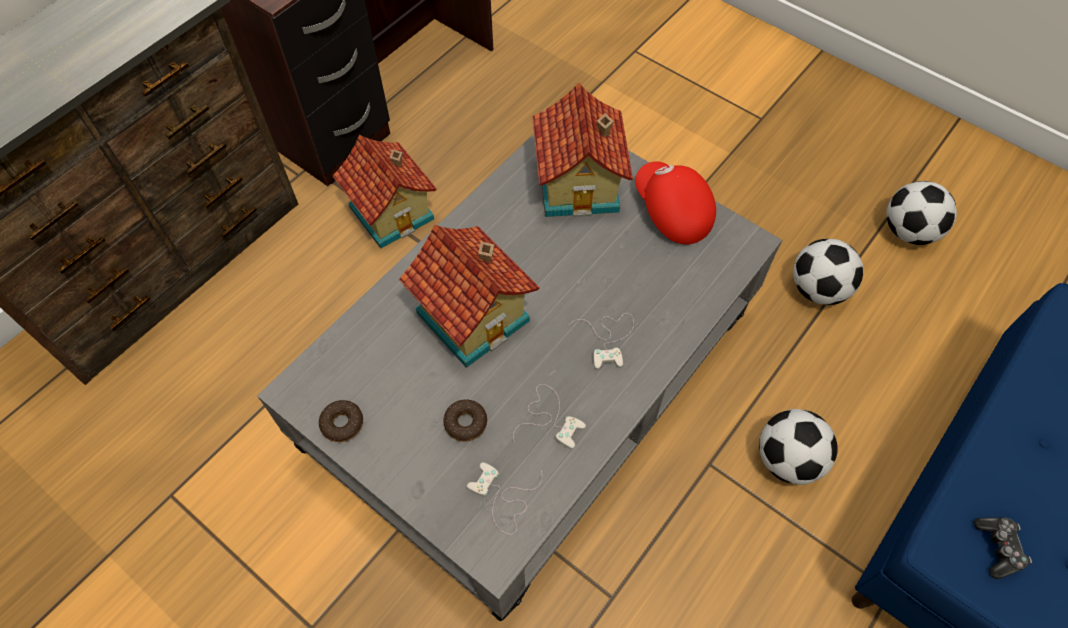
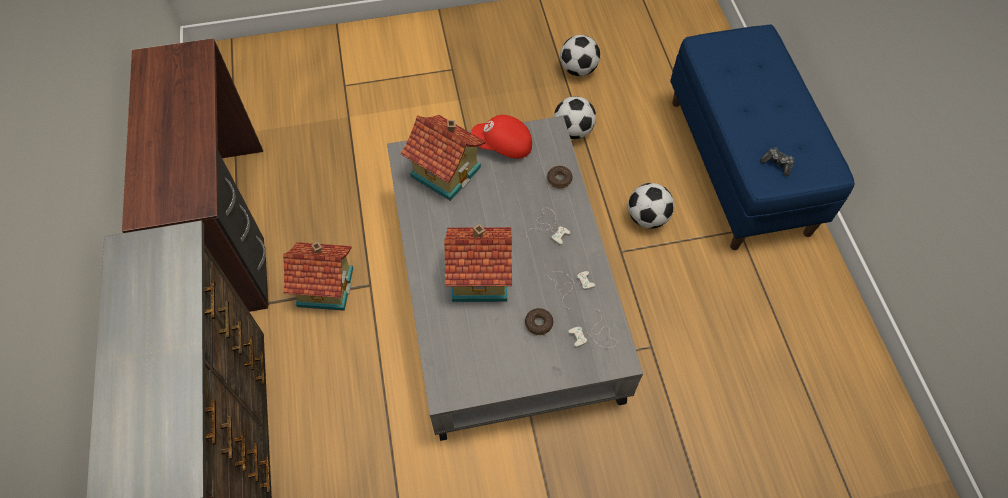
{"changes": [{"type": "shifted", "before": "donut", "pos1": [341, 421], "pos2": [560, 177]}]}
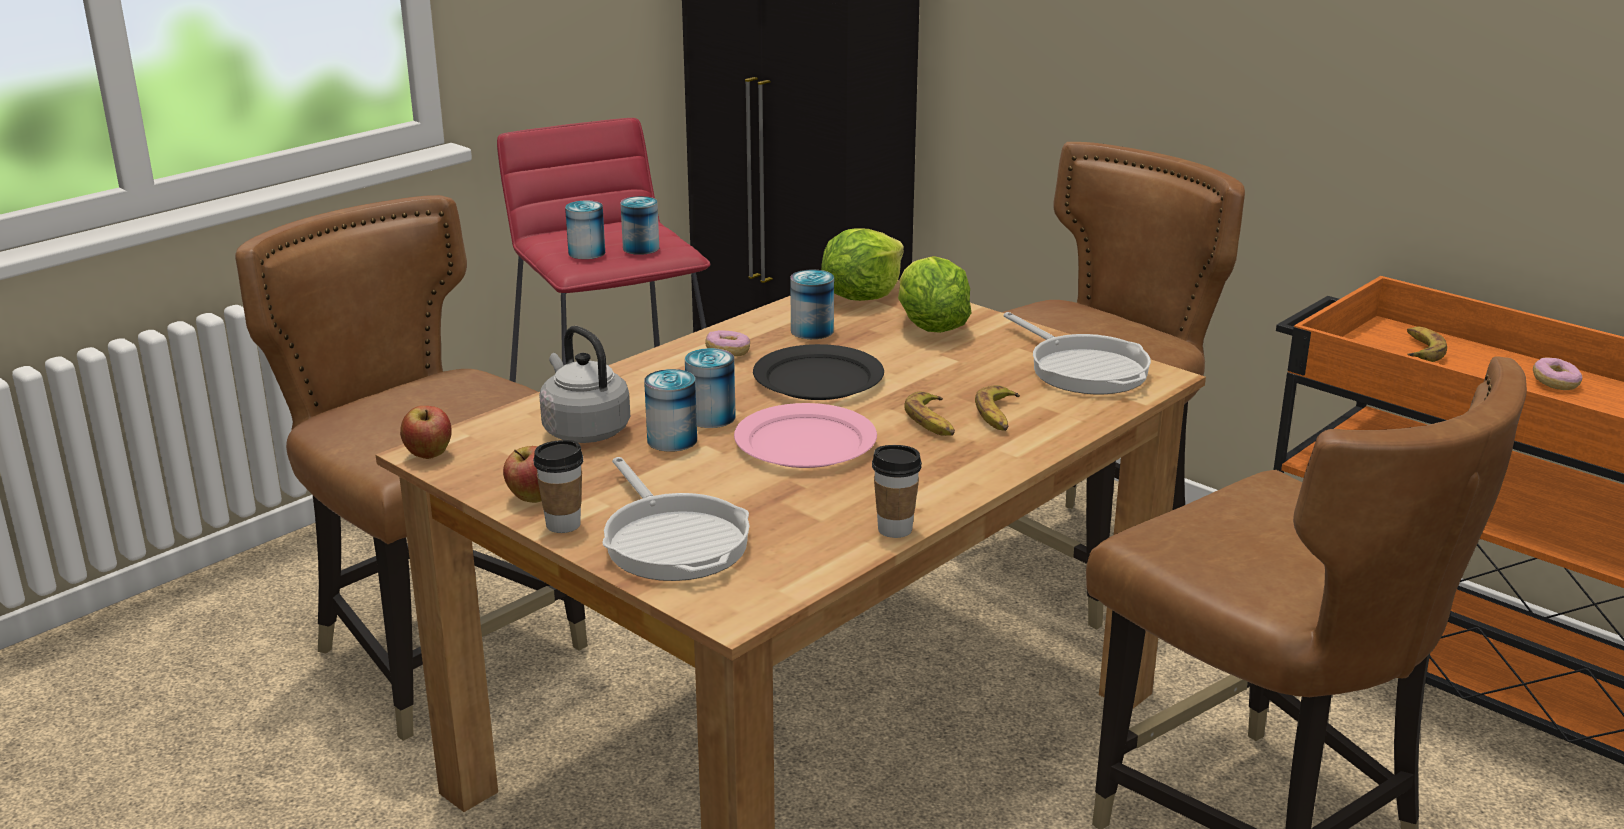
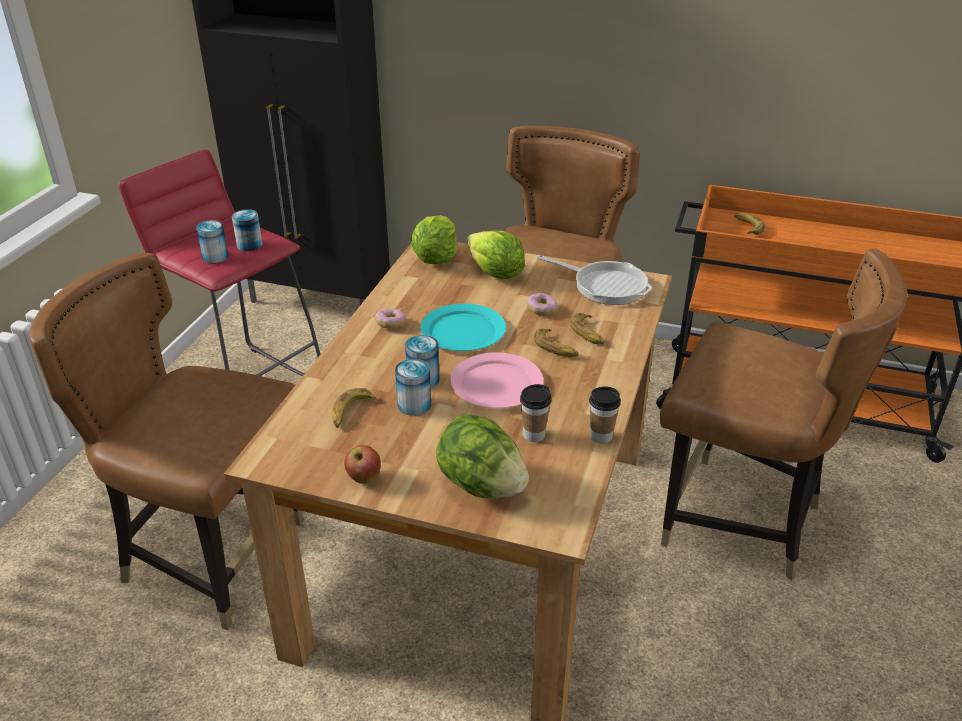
{"changes": [{"type": "gone", "before": "can", "pos1": [812, 304]}, {"type": "swapped", "before": "grey kettle", "after": "banana", "pos1": [584, 384], "pos2": [354, 408]}, {"type": "repainted", "before": "black plate", "after": "turquoise plate", "pos1": [818, 372], "pos2": [463, 327]}, {"type": "shifted", "before": "donut", "pos1": [1557, 373], "pos2": [542, 304]}, {"type": "gone", "before": "apple", "pos1": [426, 432]}, {"type": "shifted", "before": "cup", "pos1": [558, 486], "pos2": [535, 413]}, {"type": "swapped", "before": "frying pan", "after": "lettuce", "pos1": [676, 519], "pos2": [482, 456]}]}
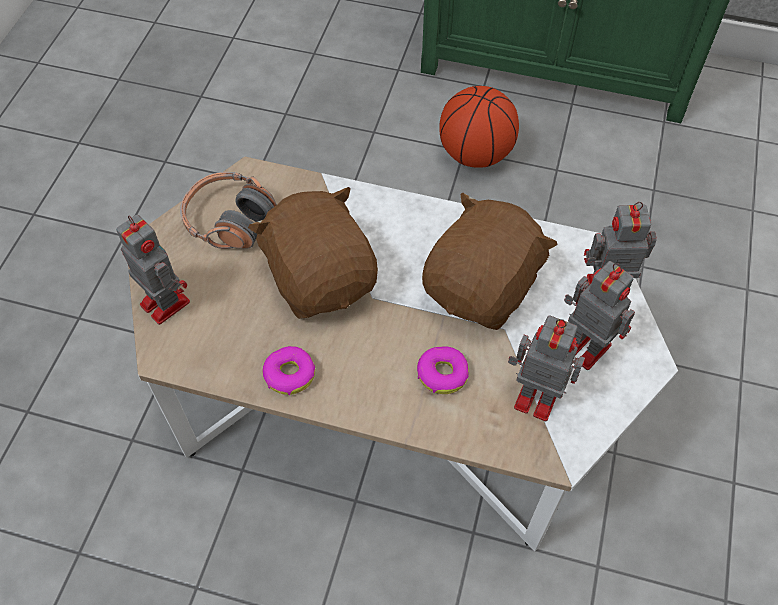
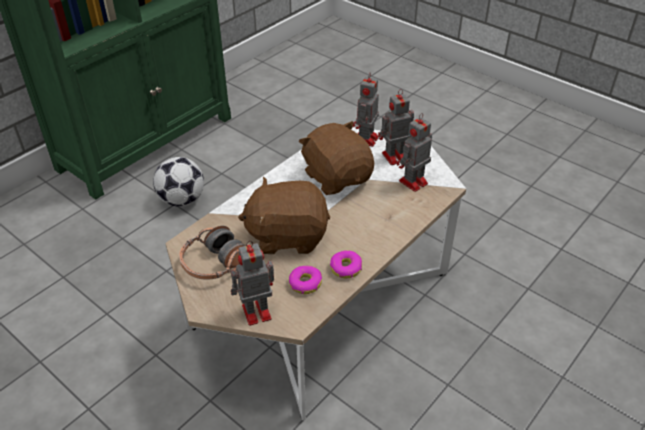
{"changes": [{"type": "swapped", "before": "basketball", "after": "football", "pos1": [479, 127], "pos2": [178, 182]}, {"type": "shifted", "before": "donut", "pos1": [443, 370], "pos2": [305, 280]}]}
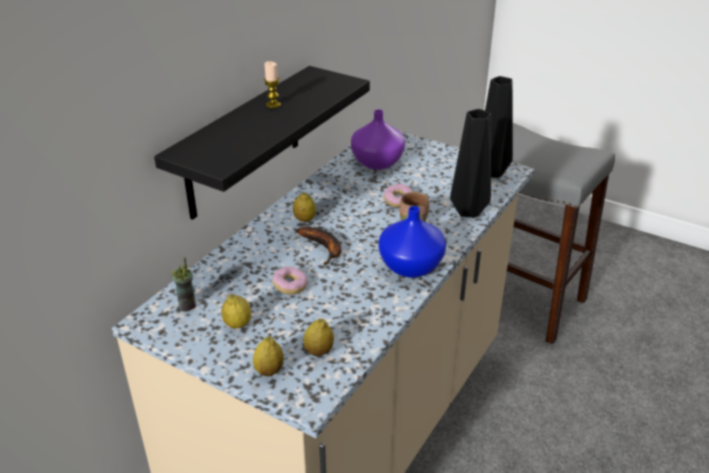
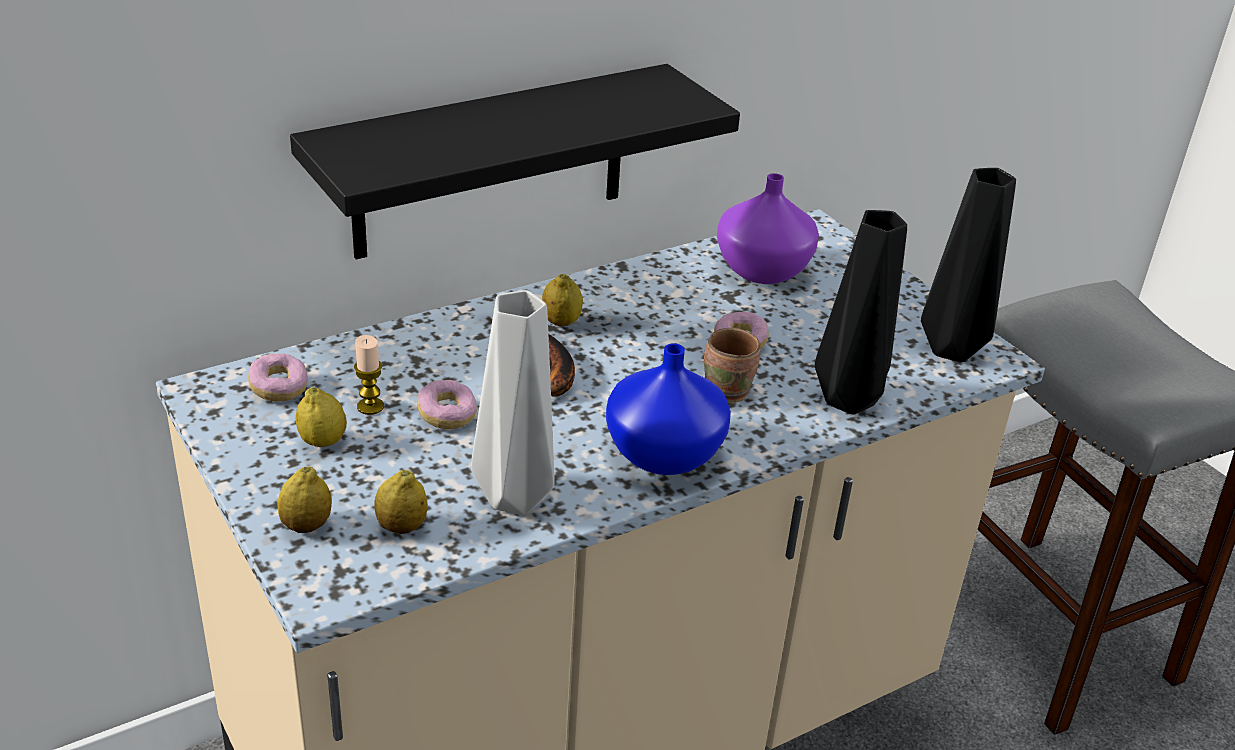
{"changes": [{"type": "shifted", "before": "candle", "pos1": [272, 84], "pos2": [369, 375]}, {"type": "swapped", "before": "cup", "after": "donut", "pos1": [183, 284], "pos2": [278, 378]}, {"type": "new", "after": "grey vase", "pos2": [513, 402]}]}
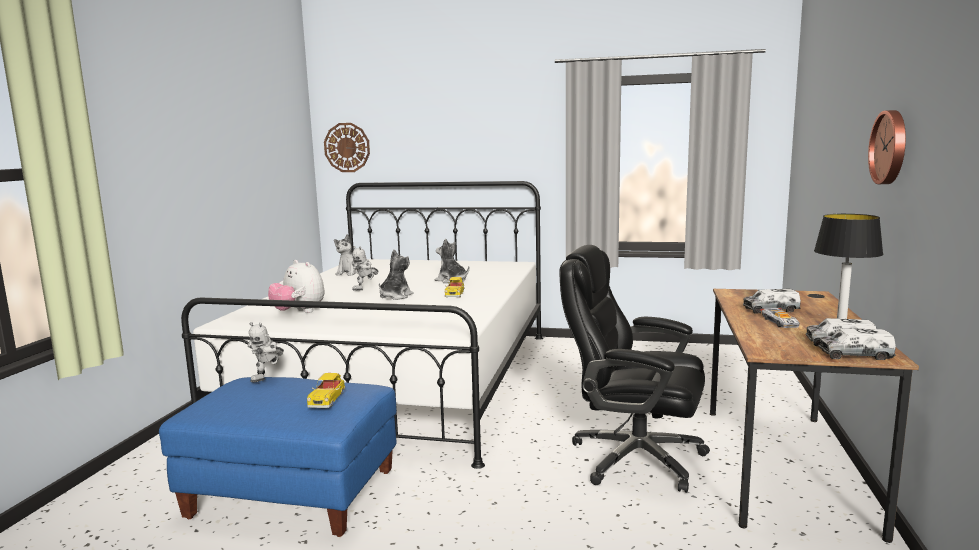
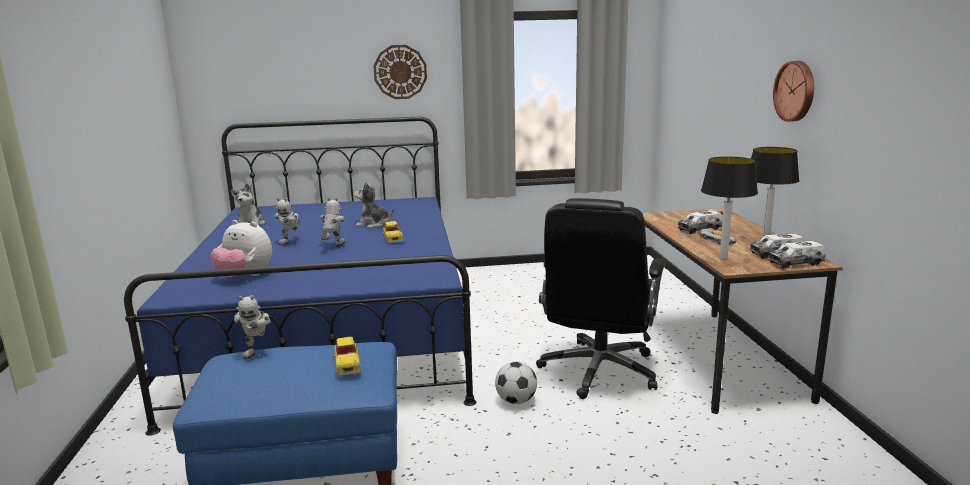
{"changes": [{"type": "shifted", "before": "wall clock", "pos1": [347, 147], "pos2": [400, 72]}, {"type": "repainted", "before": "white bed", "after": "blue bed", "pos1": [362, 325], "pos2": [300, 276]}, {"type": "rotated", "before": "black office chair", "pos1": [634, 369], "pos2": [601, 298], "turn": -75}, {"type": "swapped", "before": "plush toy", "after": "toy robot", "pos1": [396, 274], "pos2": [332, 222]}, {"type": "new", "after": "table lamp", "pos2": [729, 208]}, {"type": "new", "after": "football", "pos2": [516, 382]}]}
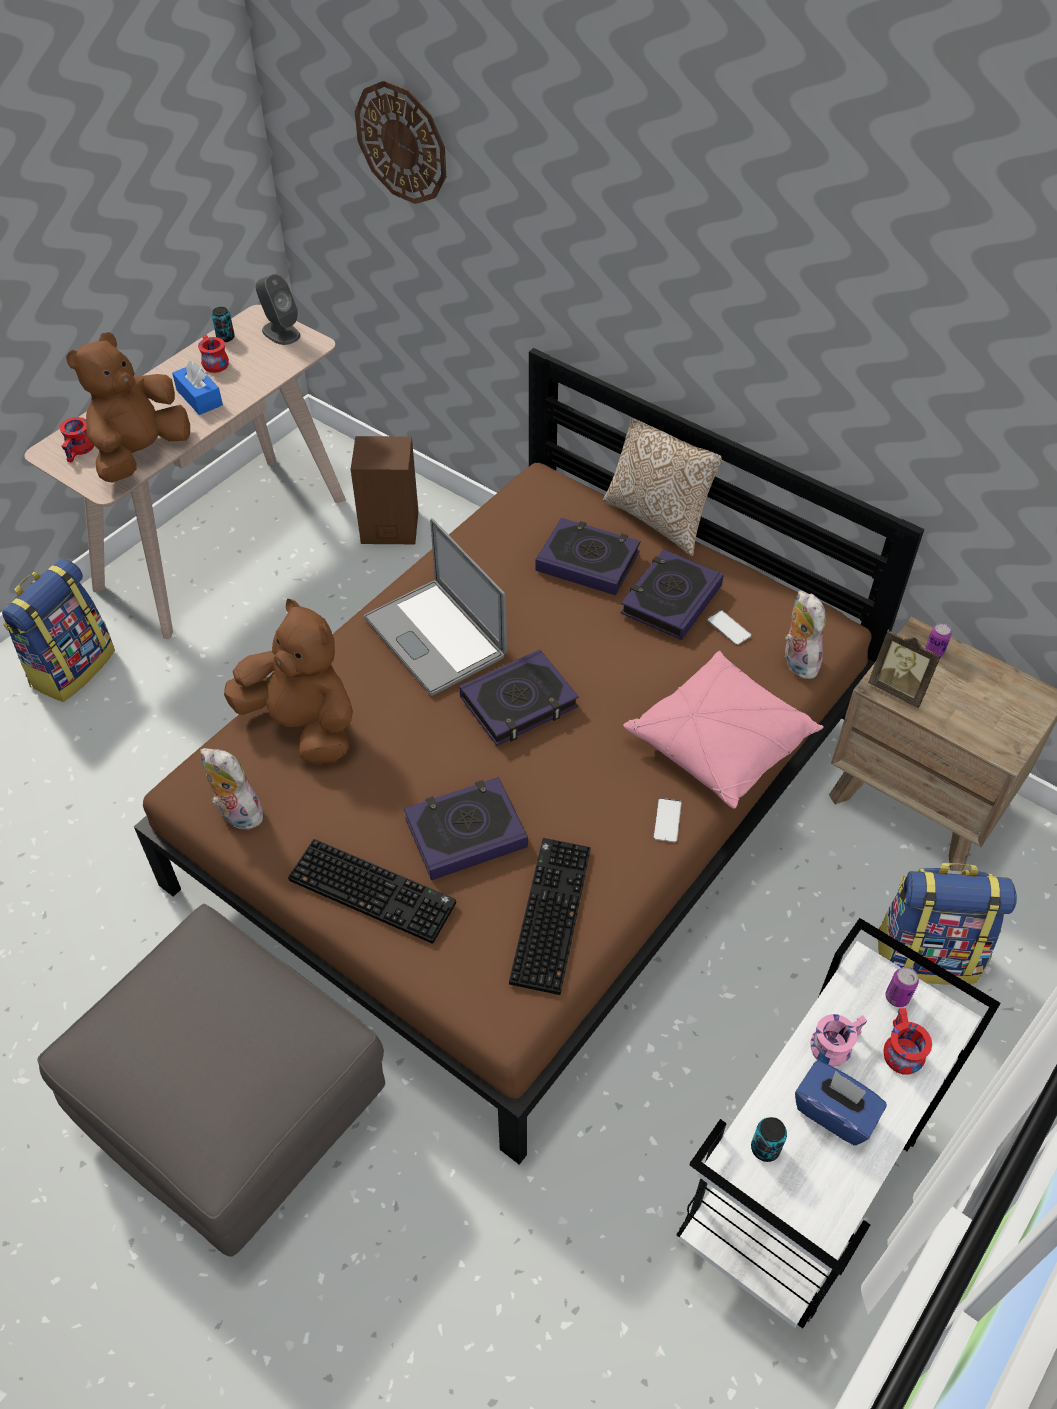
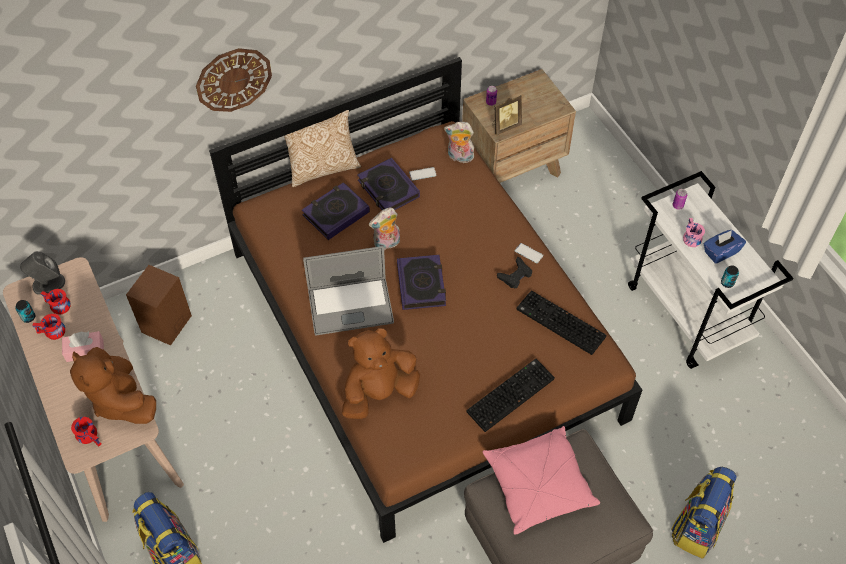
{"changes": [{"type": "shifted", "before": "wall clock", "pos1": [400, 142], "pos2": [234, 80]}, {"type": "repainted", "before": "blue tissue box", "after": "pink tissue box", "pos1": [197, 387], "pos2": [83, 346]}, {"type": "shifted", "before": "pink pillow", "pos1": [723, 730], "pos2": [541, 480]}, {"type": "shifted", "before": "plush toy", "pos1": [234, 789], "pos2": [384, 228]}, {"type": "gone", "before": "book", "pos1": [466, 828]}, {"type": "shifted", "before": "backpack", "pos1": [947, 924], "pos2": [704, 513]}, {"type": "shifted", "before": "red mug", "pos1": [908, 1041], "pos2": [55, 302]}, {"type": "new", "after": "black game controller", "pos2": [514, 273]}]}
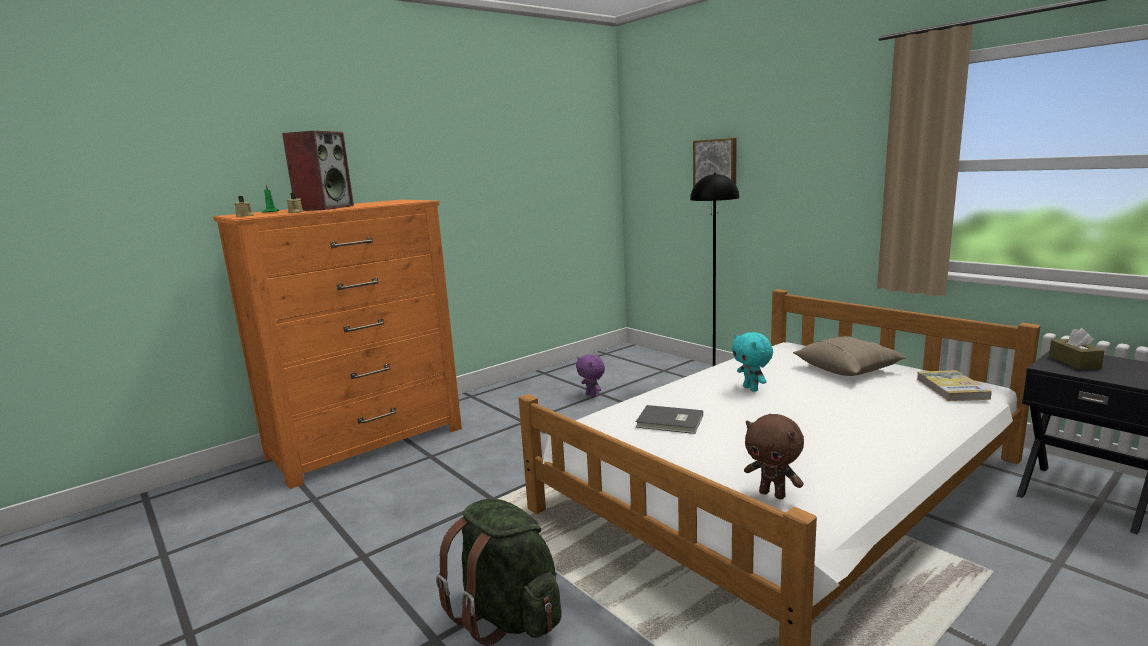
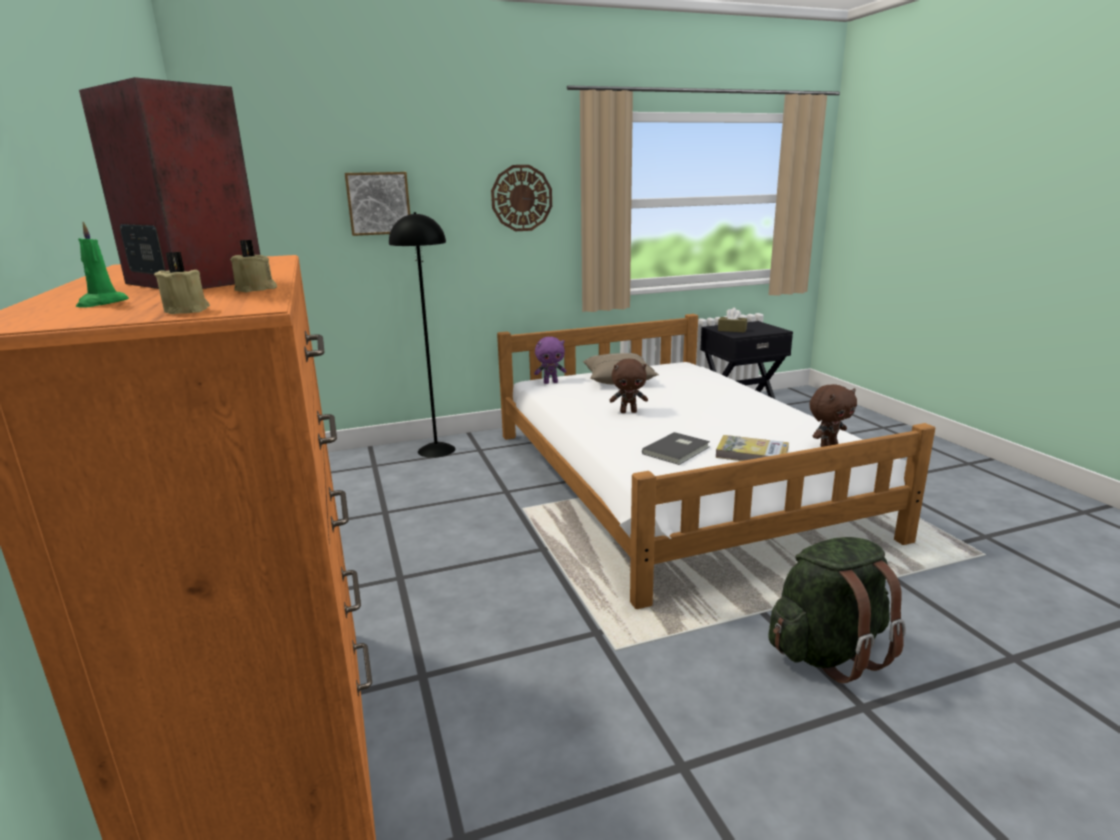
{"changes": [{"type": "repainted", "before": "turquoise plush toy", "after": "brown plush toy", "pos1": [752, 362], "pos2": [629, 385]}, {"type": "shifted", "before": "purple plush toy", "pos1": [590, 376], "pos2": [550, 360]}, {"type": "shifted", "before": "book", "pos1": [954, 385], "pos2": [752, 448]}, {"type": "new", "after": "wall clock", "pos2": [521, 198]}]}
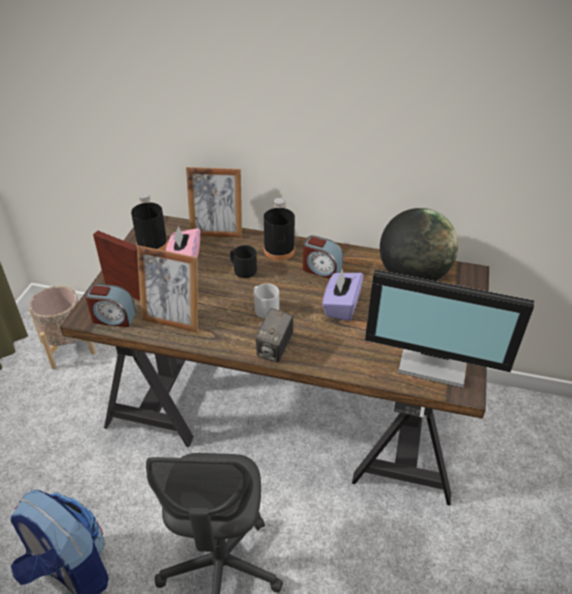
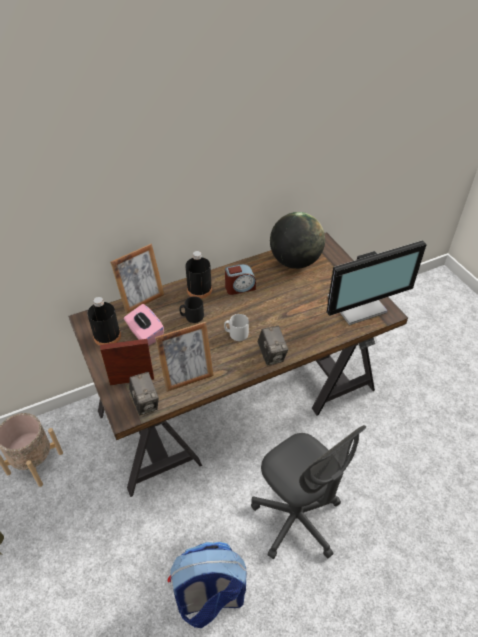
{"changes": [{"type": "gone", "before": "purple tissue box", "pos1": [343, 295]}, {"type": "swapped", "before": "alarm clock", "after": "photo camera", "pos1": [110, 305], "pos2": [144, 393]}]}
